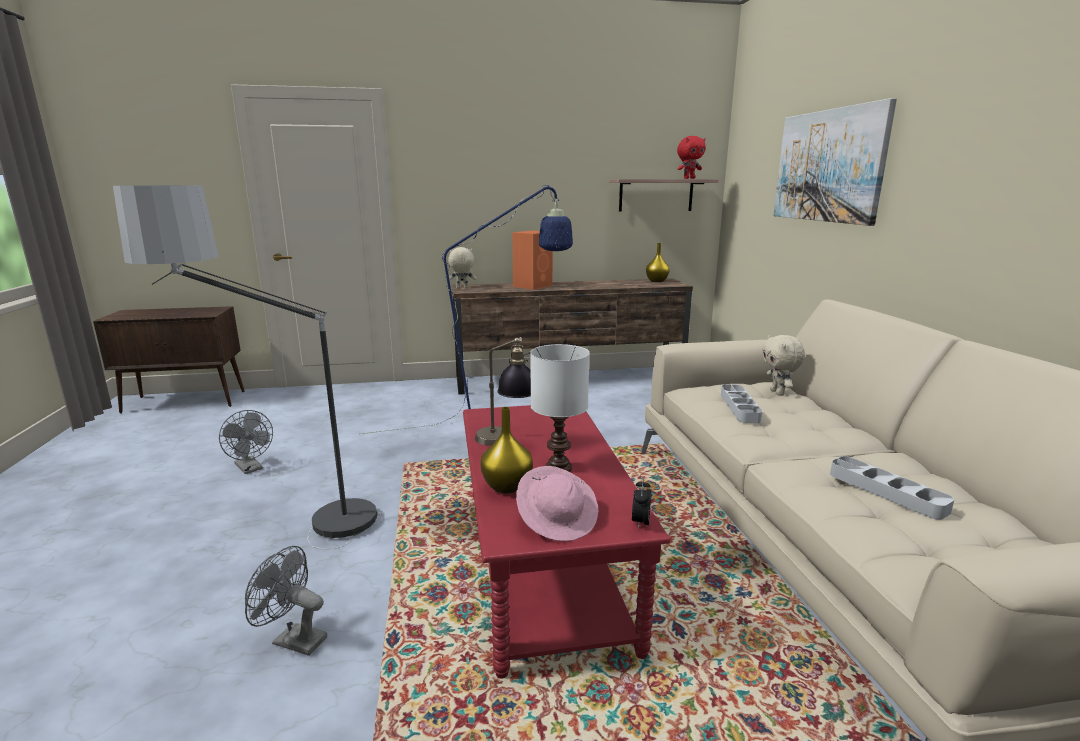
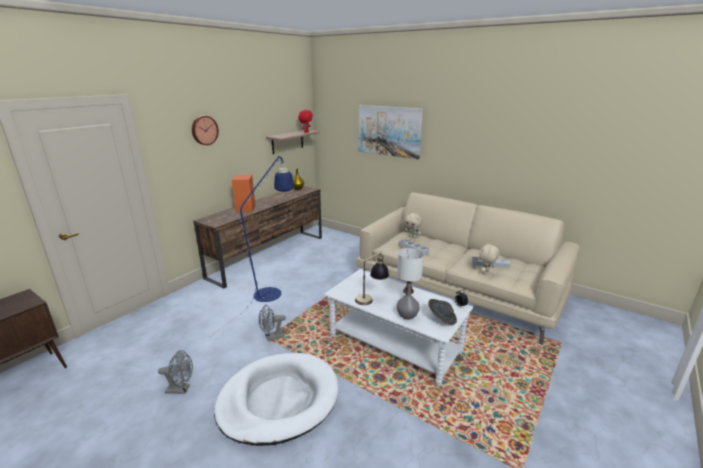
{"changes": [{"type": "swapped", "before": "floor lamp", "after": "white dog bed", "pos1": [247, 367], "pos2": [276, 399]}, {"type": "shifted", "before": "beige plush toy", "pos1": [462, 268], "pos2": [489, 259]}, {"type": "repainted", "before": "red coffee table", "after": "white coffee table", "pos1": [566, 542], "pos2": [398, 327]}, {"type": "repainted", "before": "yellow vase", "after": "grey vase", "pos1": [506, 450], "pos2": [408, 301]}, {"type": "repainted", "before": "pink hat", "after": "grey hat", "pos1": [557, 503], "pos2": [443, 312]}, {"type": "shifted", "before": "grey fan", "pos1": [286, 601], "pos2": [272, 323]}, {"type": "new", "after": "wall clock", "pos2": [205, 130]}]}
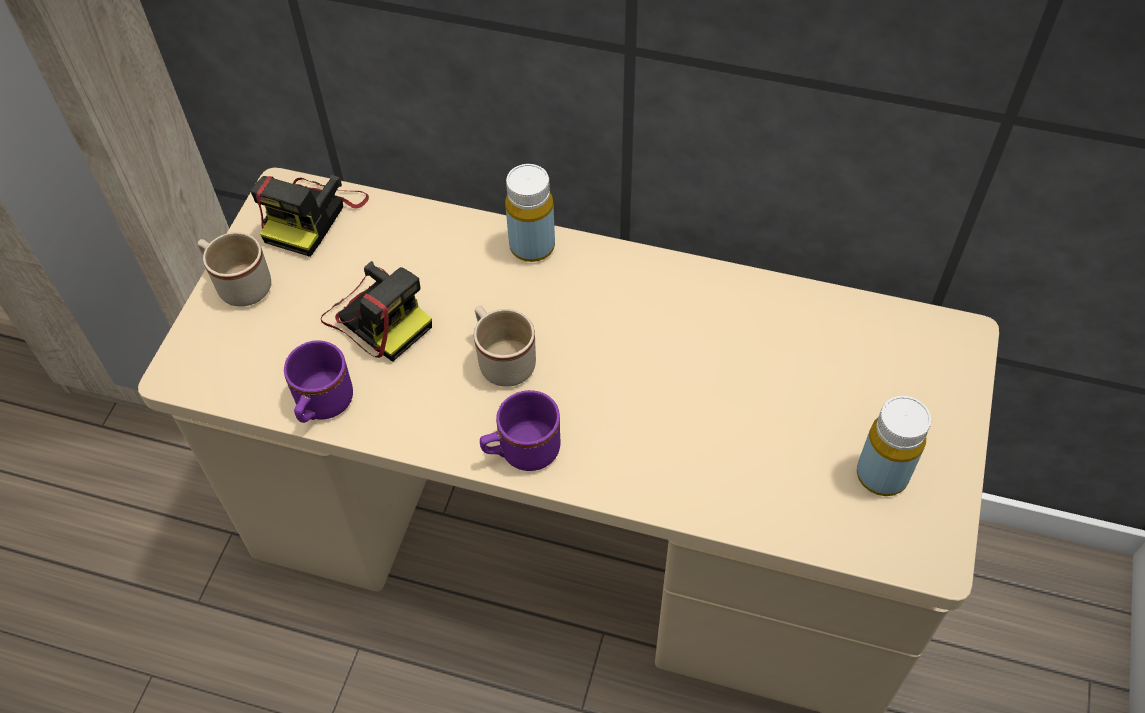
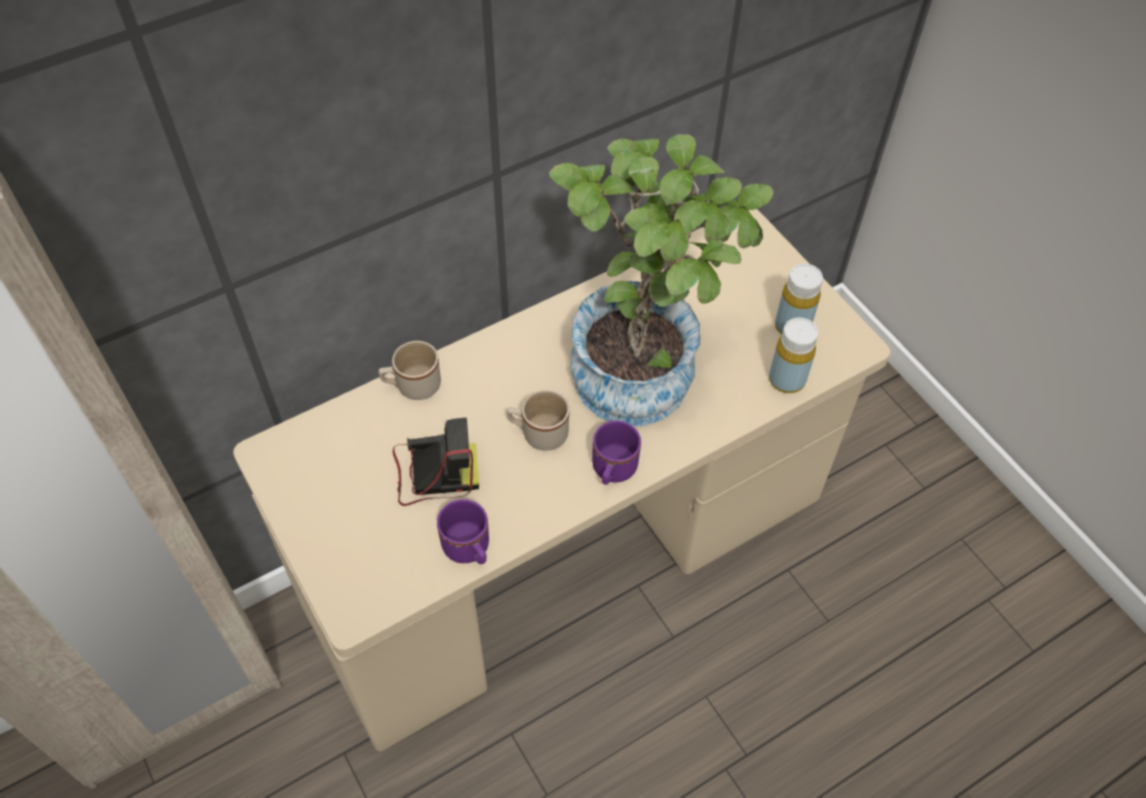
{"changes": [{"type": "shifted", "before": "yellow bottle", "pos1": [530, 213], "pos2": [793, 355]}, {"type": "gone", "before": "photo camera", "pos1": [310, 216]}, {"type": "shifted", "before": "beige mug", "pos1": [234, 269], "pos2": [410, 370]}, {"type": "new", "after": "potted plant", "pos2": [661, 280]}]}
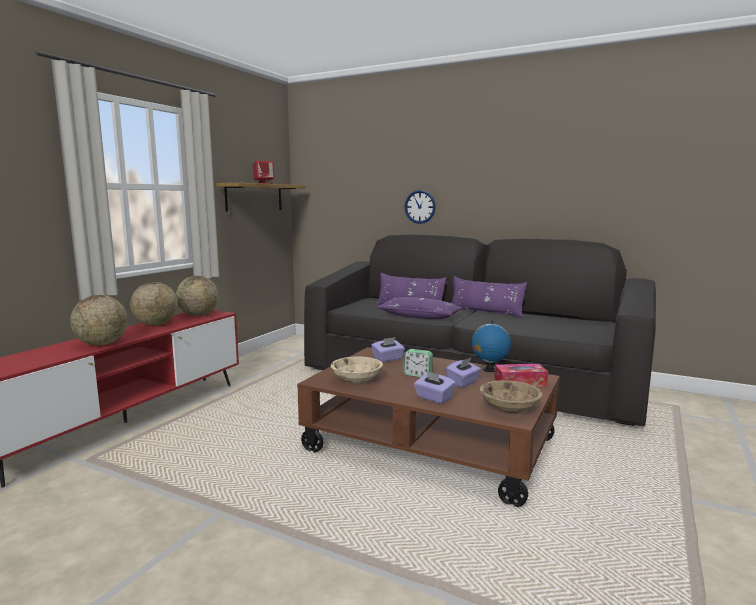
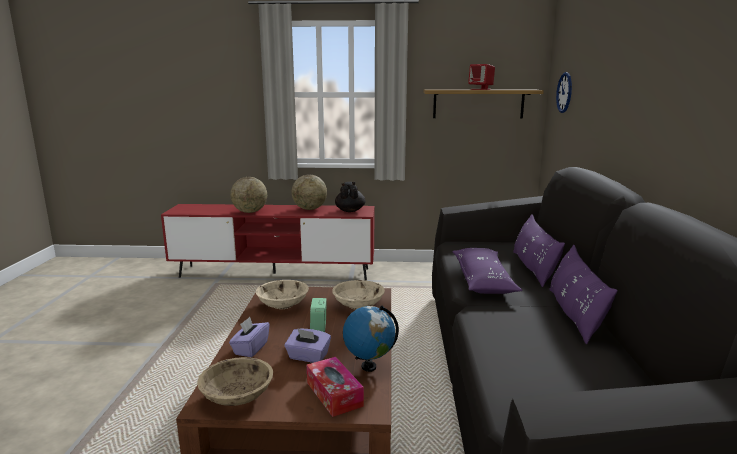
{"changes": [{"type": "shifted", "before": "wall clock", "pos1": [420, 207], "pos2": [564, 92]}, {"type": "swapped", "before": "globe", "after": "black teapot", "pos1": [197, 296], "pos2": [350, 197]}, {"type": "swapped", "before": "purple tissue box", "after": "beige bowl", "pos1": [388, 349], "pos2": [358, 295]}]}
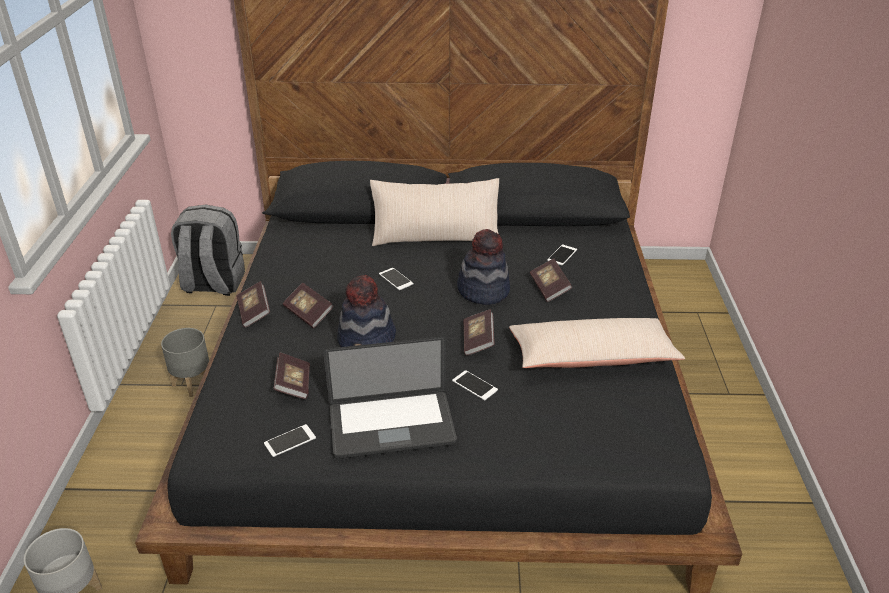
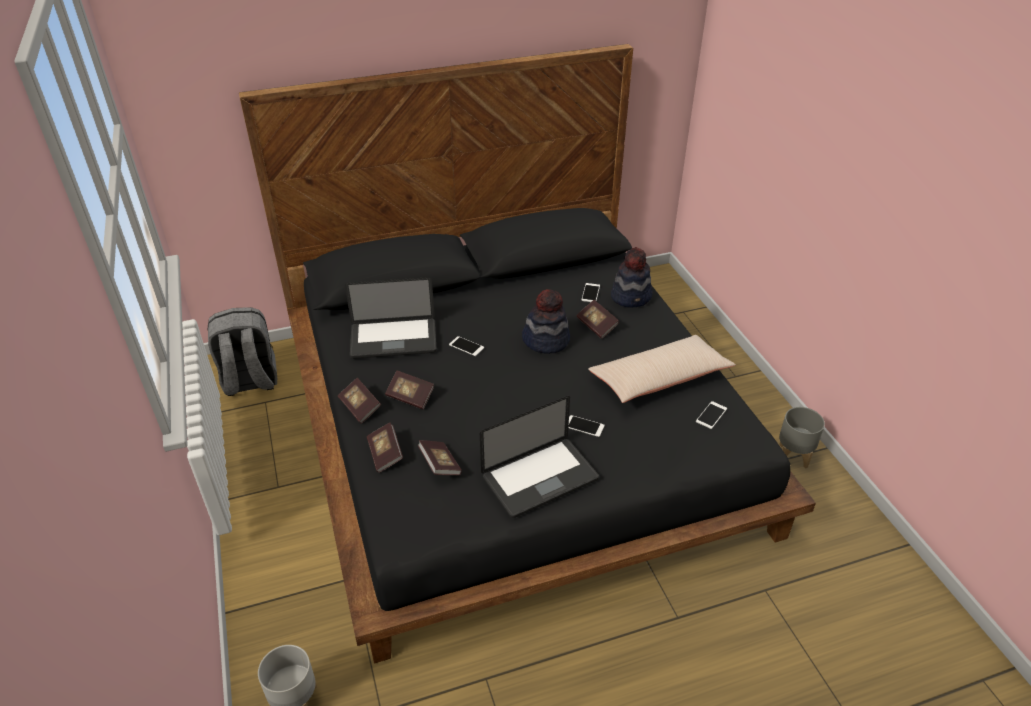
{"changes": [{"type": "gone", "before": "beige pillow", "pos1": [434, 212]}, {"type": "shifted", "before": "hat", "pos1": [366, 311], "pos2": [632, 277]}, {"type": "shifted", "before": "book", "pos1": [479, 332], "pos2": [385, 447]}, {"type": "shifted", "before": "grey planter", "pos1": [185, 362], "pos2": [802, 438]}, {"type": "shifted", "before": "phone", "pos1": [290, 440], "pos2": [711, 415]}, {"type": "new", "after": "laptop", "pos2": [391, 318]}]}
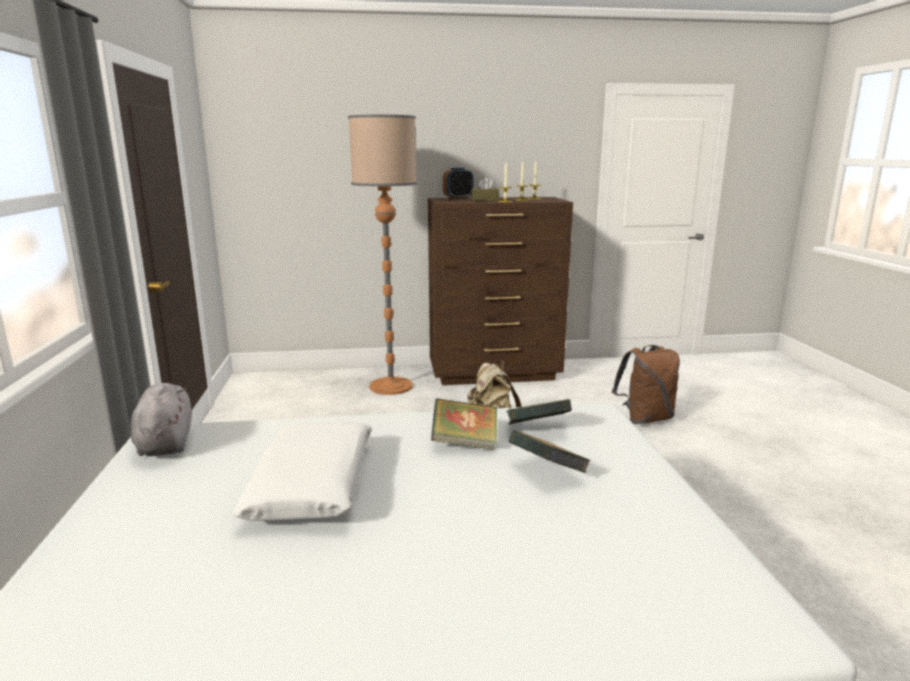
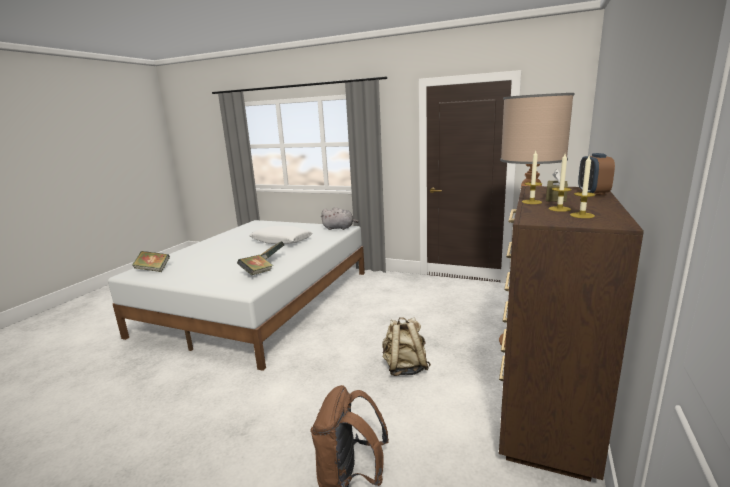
{"changes": [{"type": "shifted", "before": "book", "pos1": [550, 451], "pos2": [151, 261]}]}
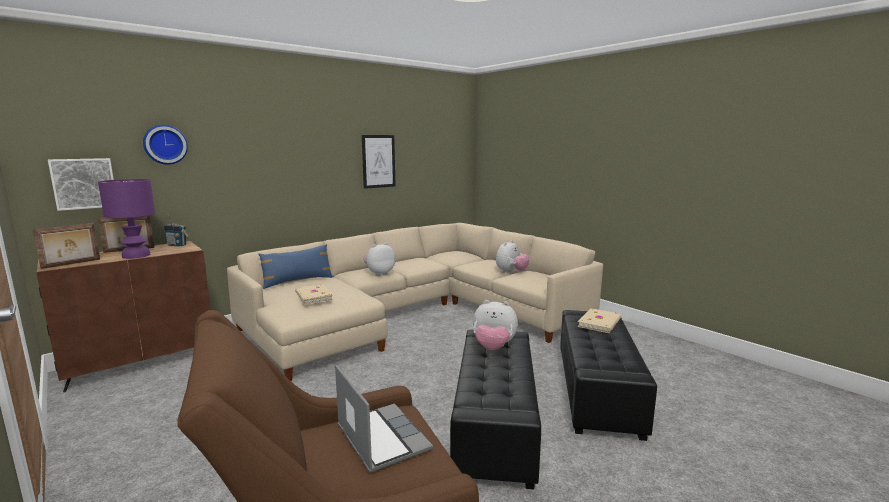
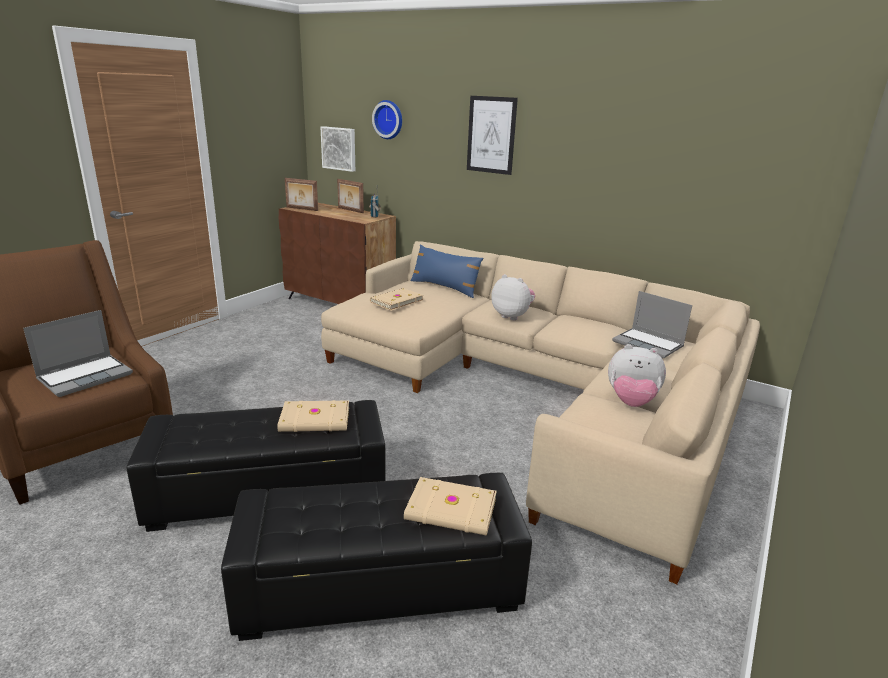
{"changes": [{"type": "shifted", "before": "picture", "pos1": [378, 162], "pos2": [492, 135]}, {"type": "gone", "before": "purple table lamp", "pos1": [126, 219]}, {"type": "swapped", "before": "plush toy", "after": "beige book", "pos1": [495, 325], "pos2": [313, 416]}, {"type": "new", "after": "laptop", "pos2": [652, 324]}]}
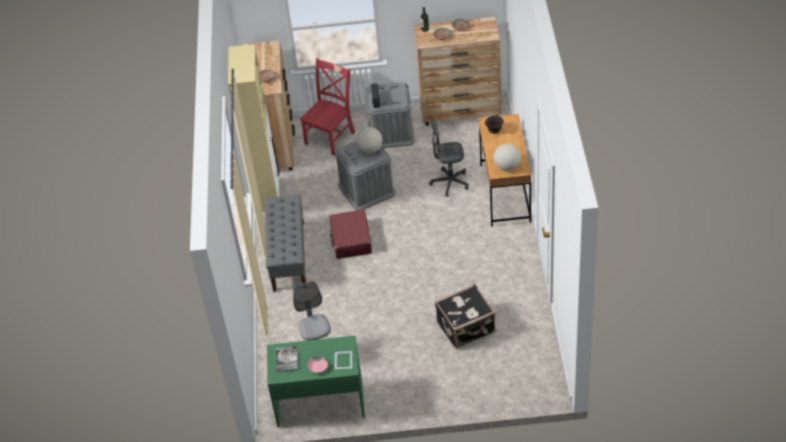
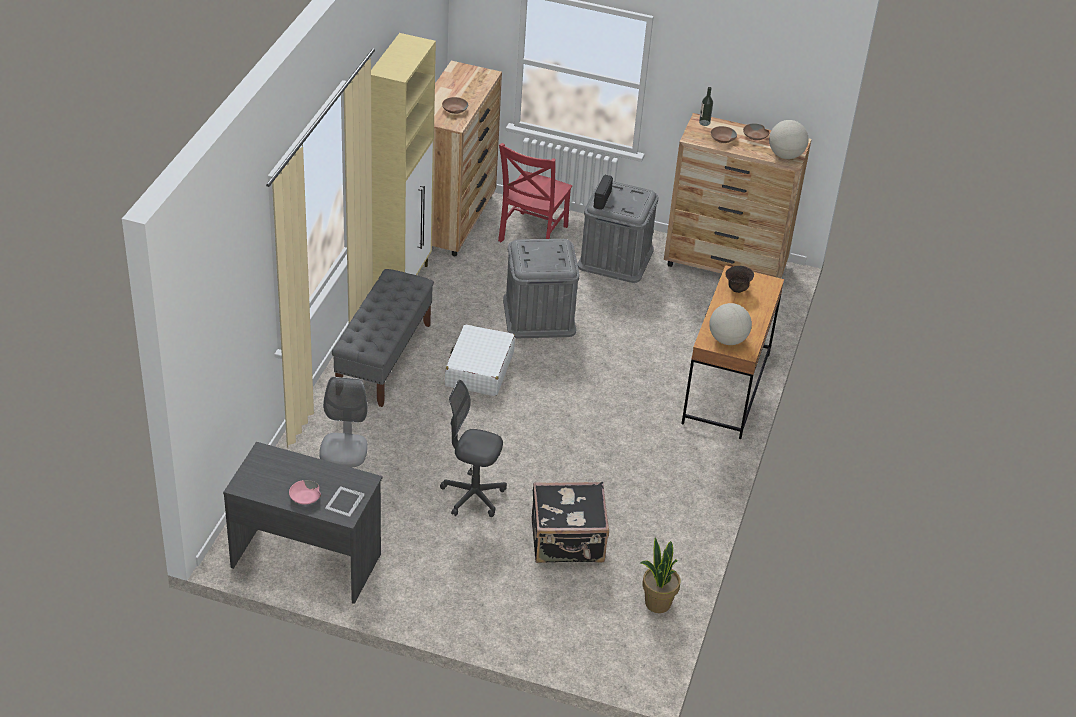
{"changes": [{"type": "rotated", "before": "red chair", "pos1": [327, 107], "pos2": [535, 192], "turn": 150}, {"type": "shifted", "before": "grey office chair", "pos1": [449, 157], "pos2": [473, 448]}, {"type": "shifted", "before": "globe", "pos1": [369, 140], "pos2": [788, 139]}, {"type": "repainted", "before": "red suitcase", "after": "white suitcase", "pos1": [350, 234], "pos2": [480, 360]}, {"type": "repainted", "before": "green desk", "after": "grey desk", "pos1": [316, 381], "pos2": [302, 523]}, {"type": "gone", "before": "book", "pos1": [287, 359]}, {"type": "new", "after": "potted plant", "pos2": [660, 575]}]}
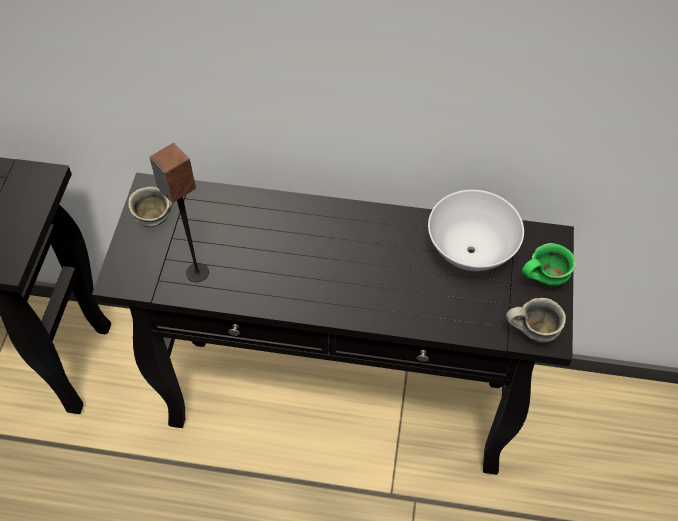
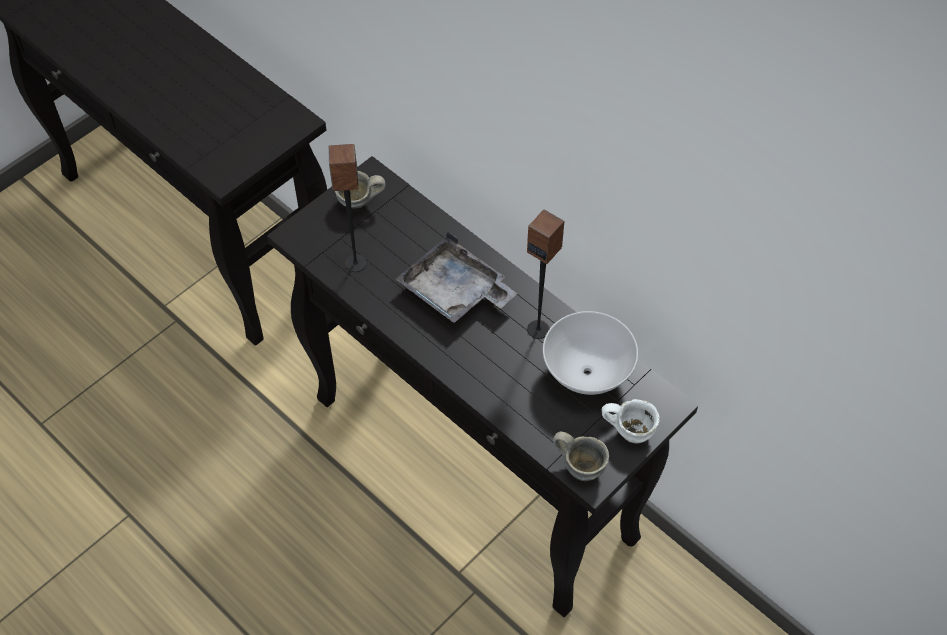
{"changes": [{"type": "repainted", "before": "green mug", "after": "white mug", "pos1": [549, 265], "pos2": [631, 421]}, {"type": "new", "after": "speaker", "pos2": [545, 274]}, {"type": "new", "after": "grey tray", "pos2": [456, 277]}]}
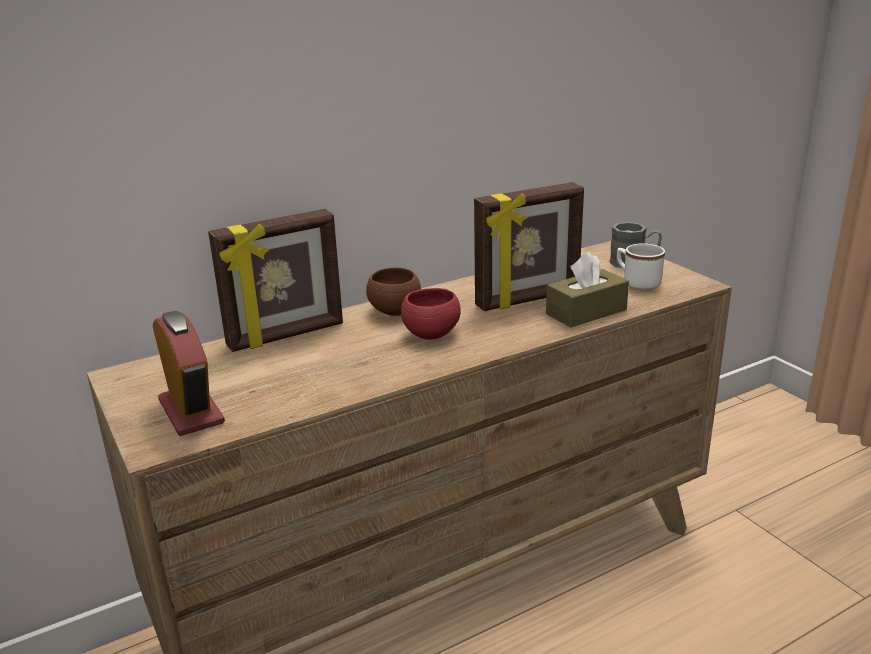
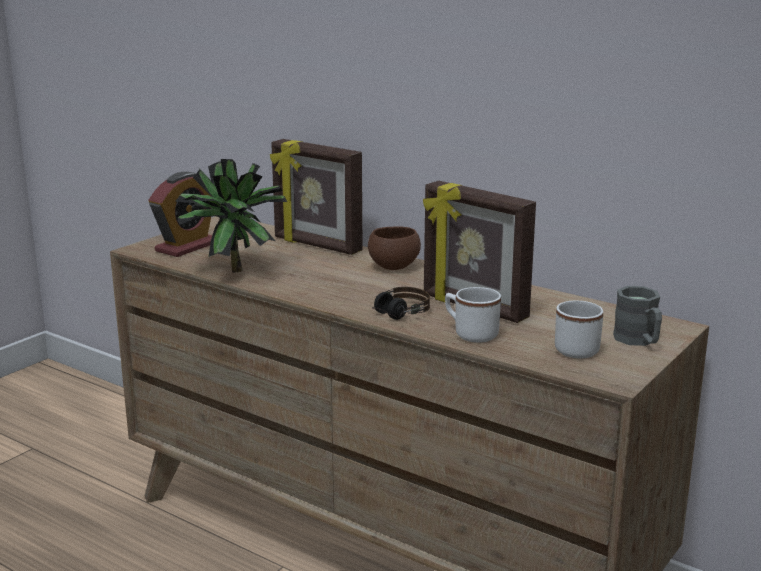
{"changes": [{"type": "swapped", "before": "brown tissue box", "after": "white mug", "pos1": [587, 290], "pos2": [473, 315]}, {"type": "gone", "before": "red bowl", "pos1": [431, 314]}, {"type": "new", "after": "potted plant", "pos2": [231, 216]}, {"type": "new", "after": "headphones", "pos2": [401, 303]}]}
